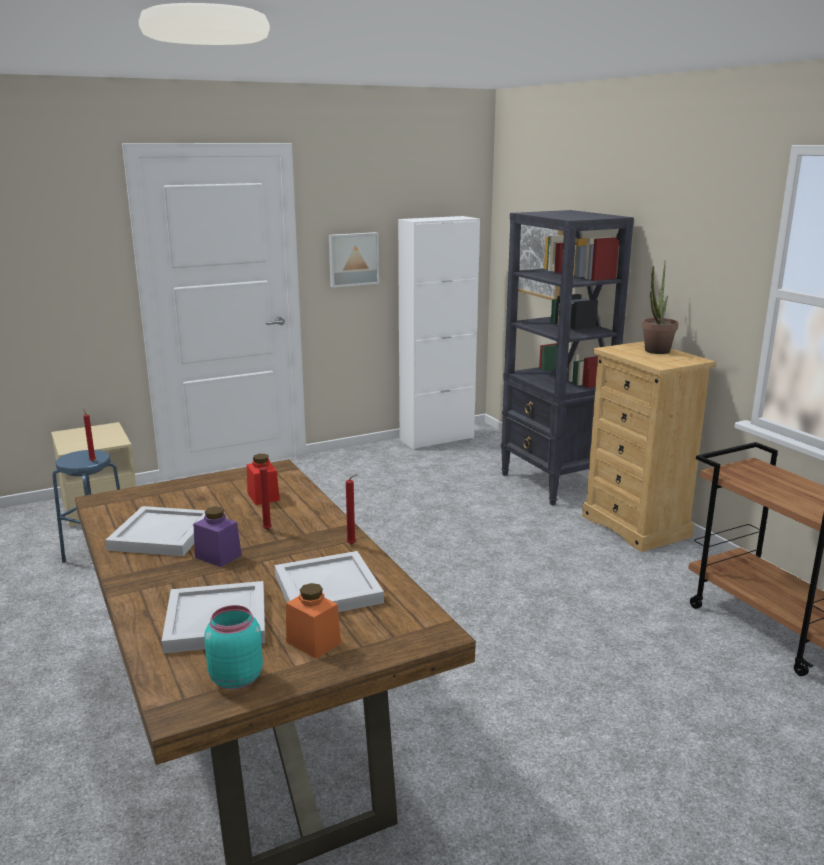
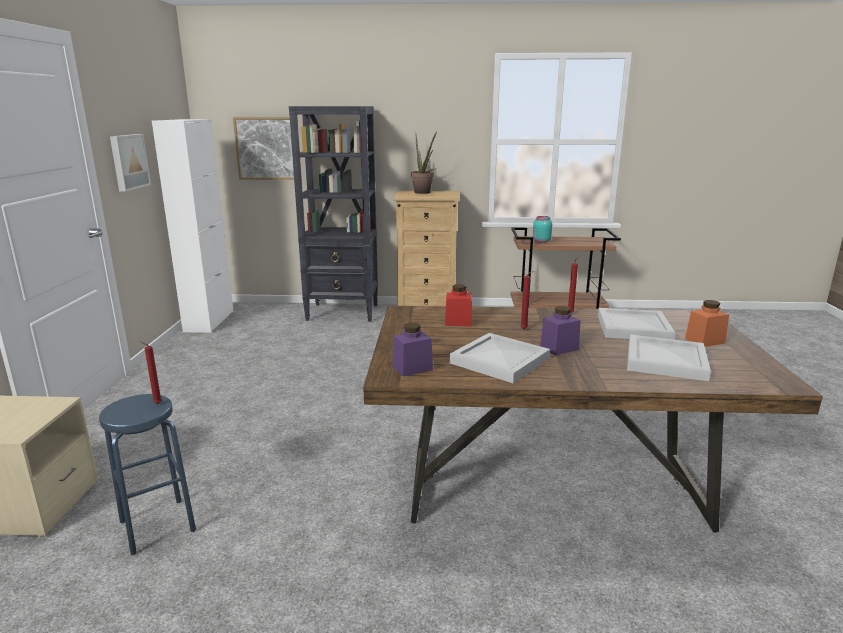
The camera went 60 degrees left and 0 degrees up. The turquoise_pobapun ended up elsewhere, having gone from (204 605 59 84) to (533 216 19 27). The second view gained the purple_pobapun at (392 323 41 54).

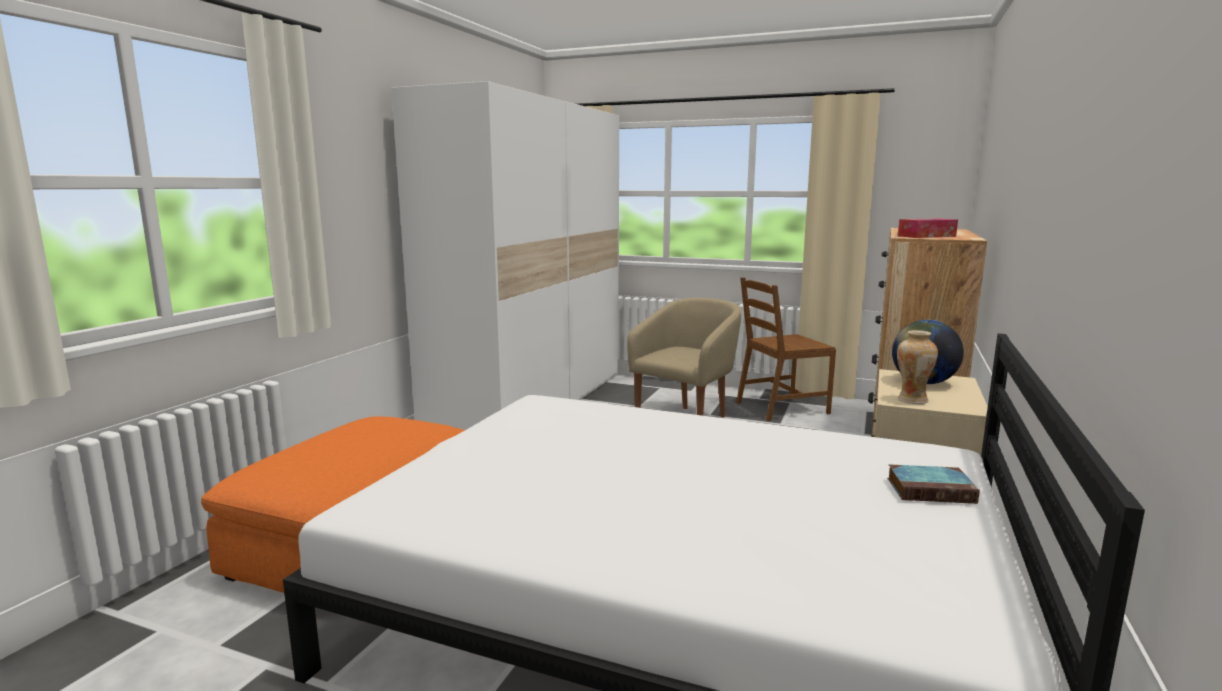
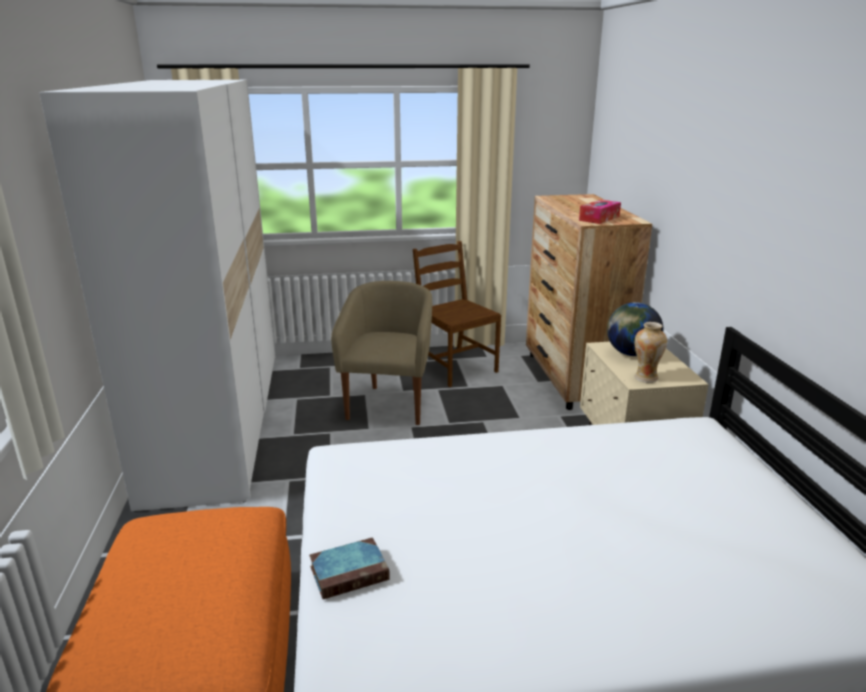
The camera went 30 degrees left and 10 degrees up. The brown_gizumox at (736 277 100 144) ended up facing another way, 105 degrees clockwise from before. The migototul ended up elsewhere, having gone from (887 464 93 40) to (309 537 81 62).

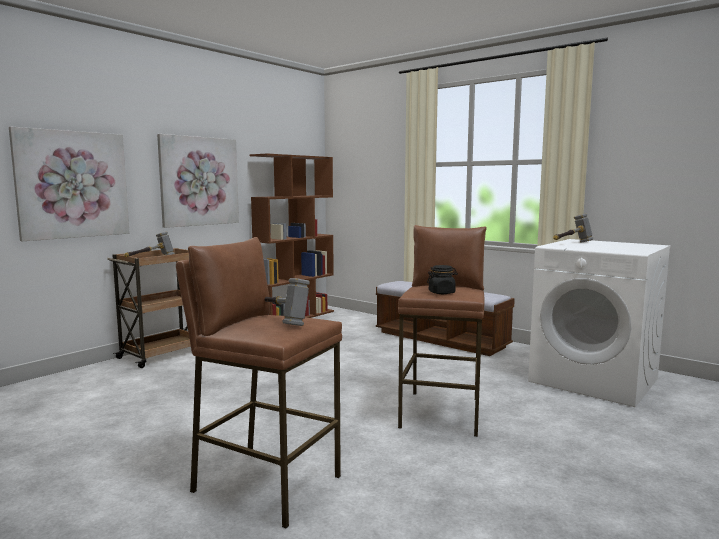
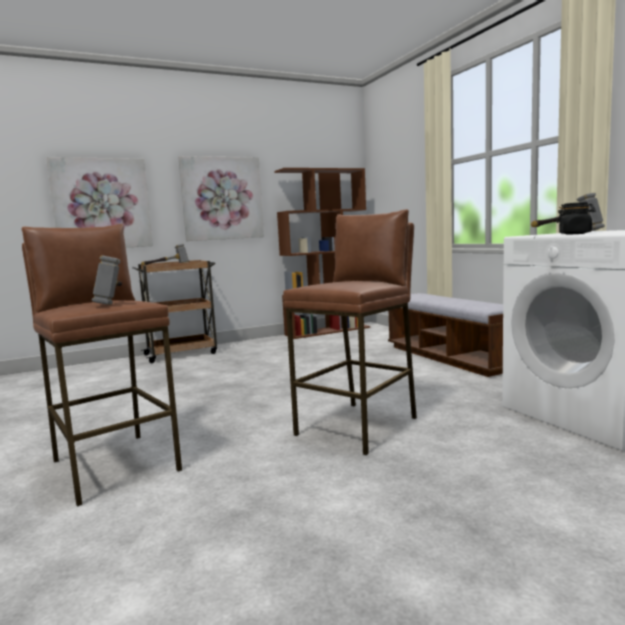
The camera went 25 degrees right and 0 degrees up. The black_pobapun ended up elsewhere, having gone from (427 265 31 29) to (557 202 39 33).

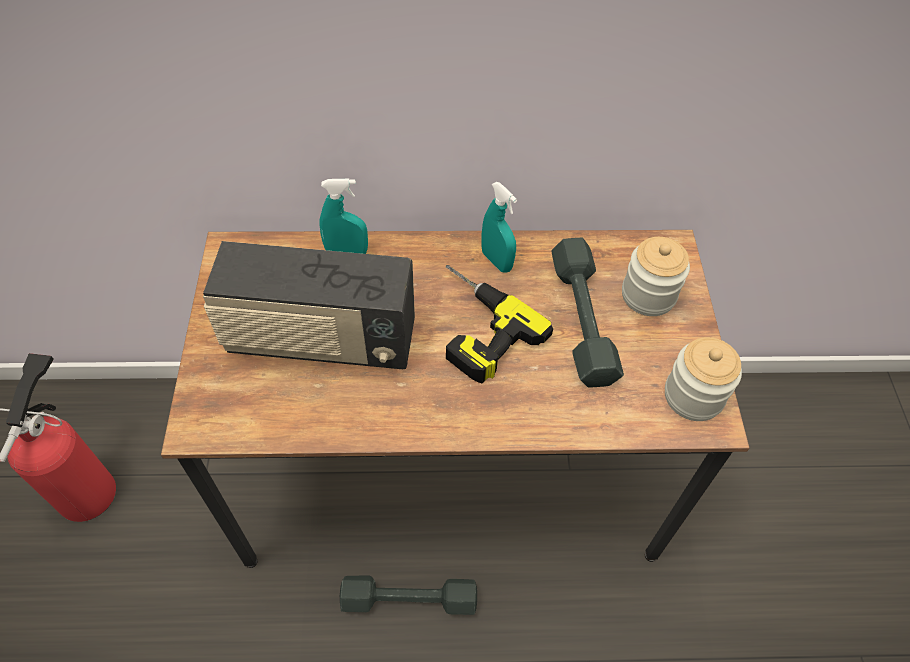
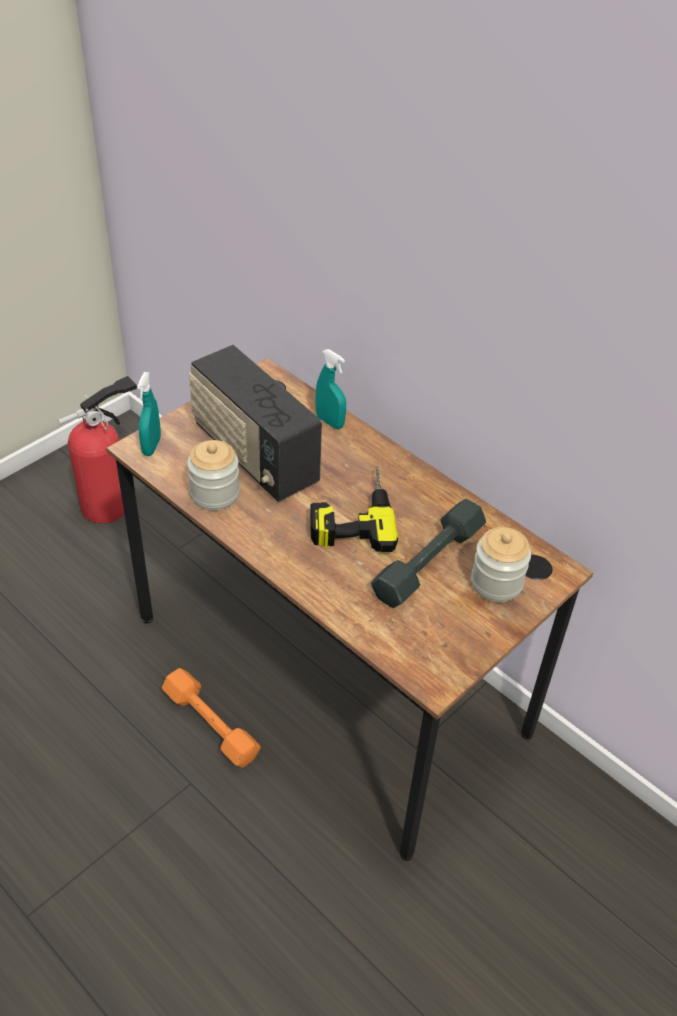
The camera went 45 degrees right and 10 degrees down. What was the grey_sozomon at (340 575 137 40) turned into the orange_sozomon at (162 668 99 100). The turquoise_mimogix ended up elsewhere, having gone from (481 182 36 91) to (137 372 24 84). The pobapun ended up elsewhere, having gone from (665 337 77 84) to (187 440 53 71).

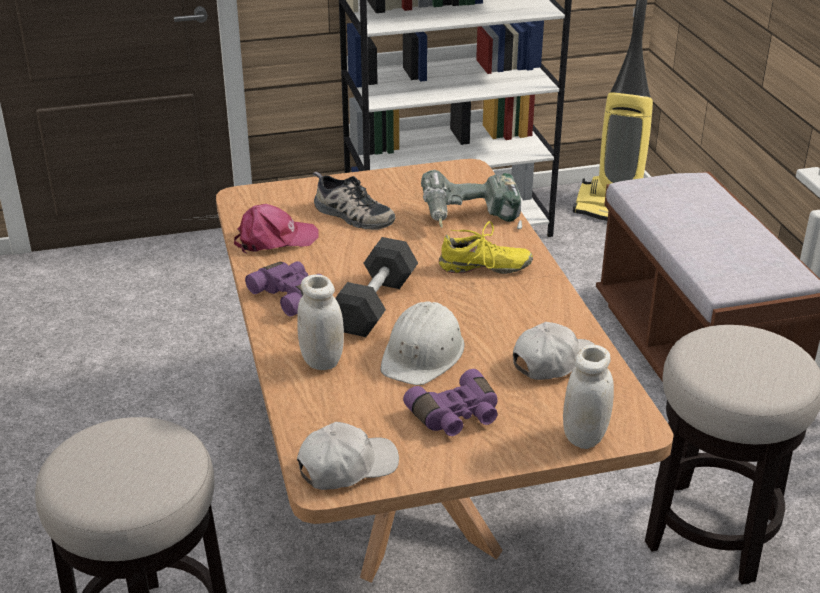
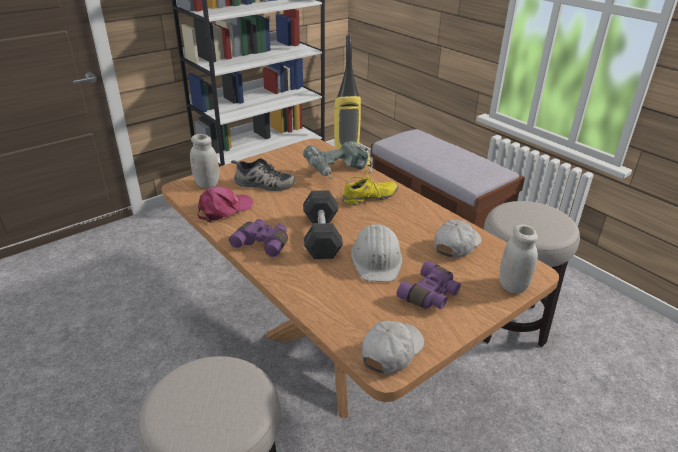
The camera went 25 degrees left and 0 degrees up. The white_pobapun ended up elsewhere, having gone from (297 274 47 96) to (190 134 29 54).

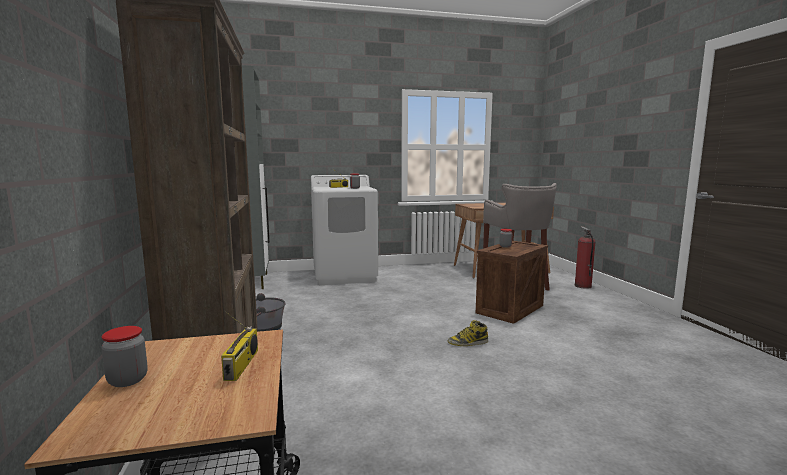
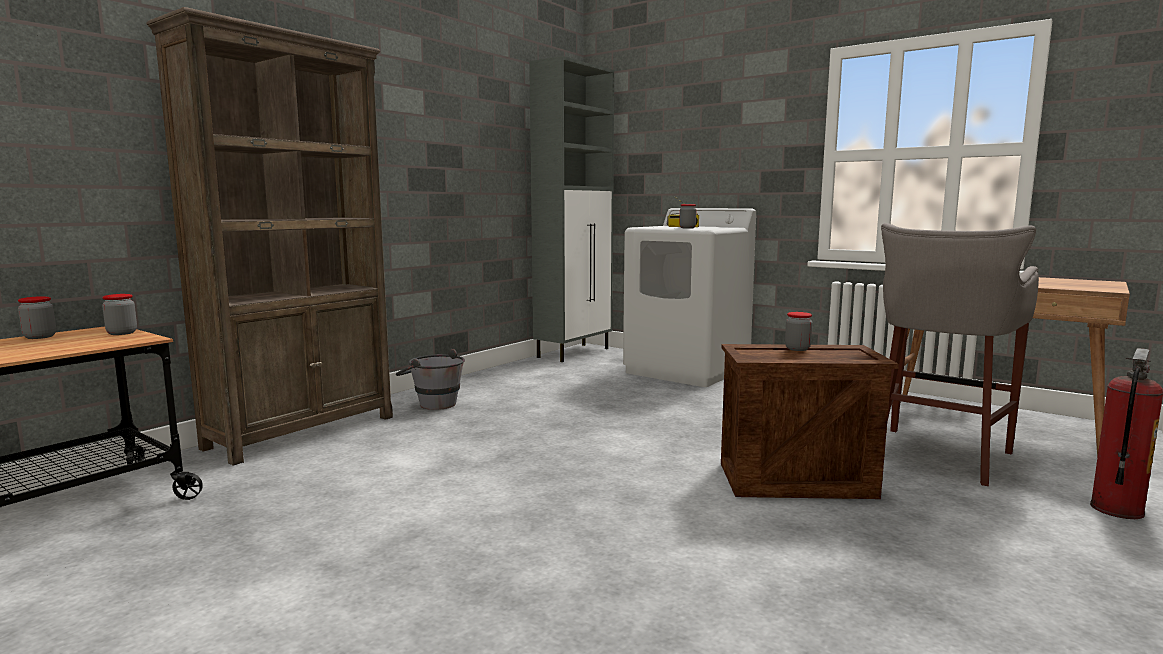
The camera went 50 degrees right and 0 degrees up. The second view lost the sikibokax at (221 311 37 70). The second view lost the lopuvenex at (448 320 40 26). The second view gained the pobapun at (102 294 35 41).

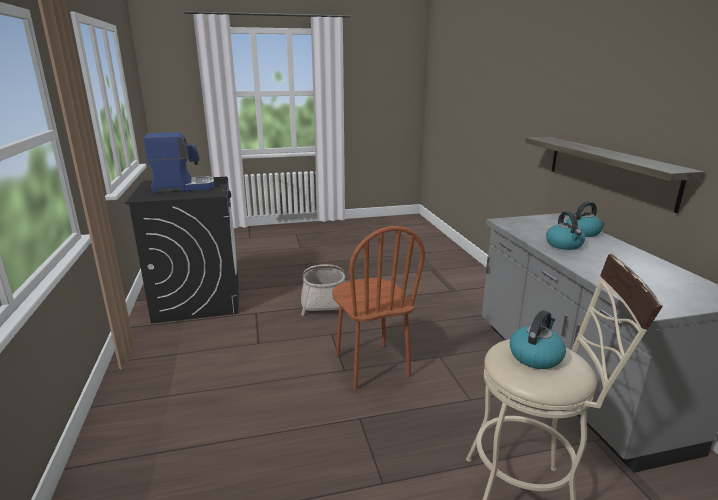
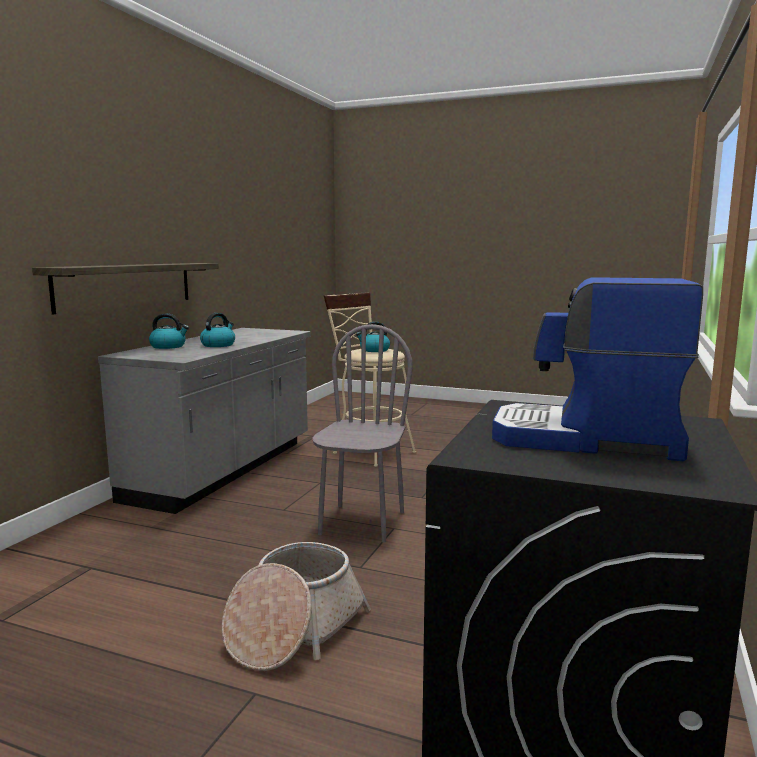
The camera went 145 degrees left and 10 degrees down. What was the brown_gizumox at (332 226 93 164) turned into the grey_gizumox at (312 324 101 219).

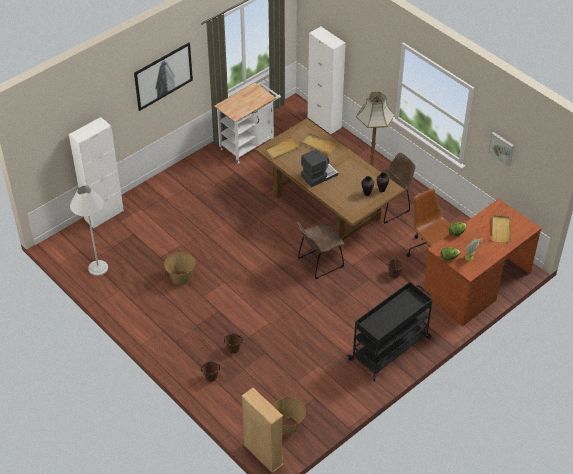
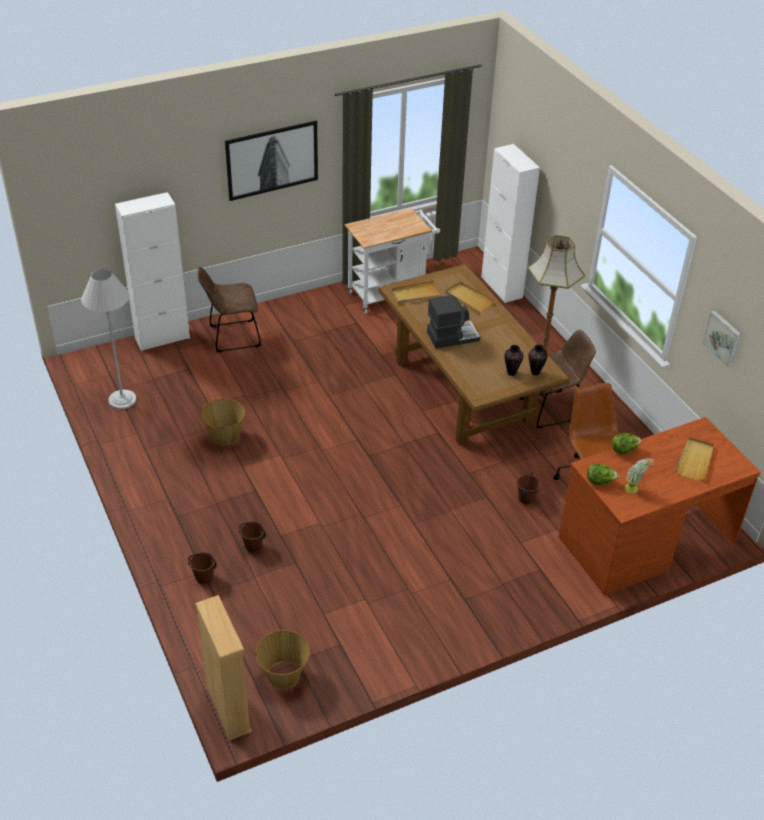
The camera went 15 degrees right and 5 degrees down. The brown_gizumox ended up elsewhere, having gone from (297 222 47 57) to (198 267 63 85). The second view lost the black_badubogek at (348 282 85 99).

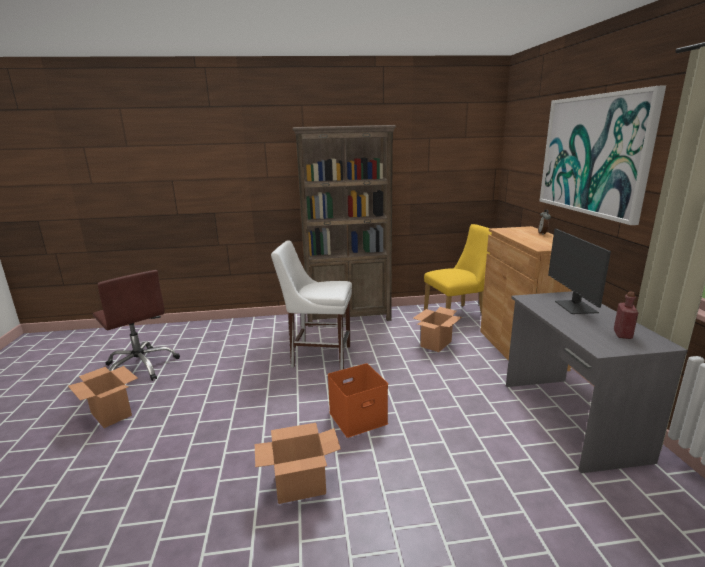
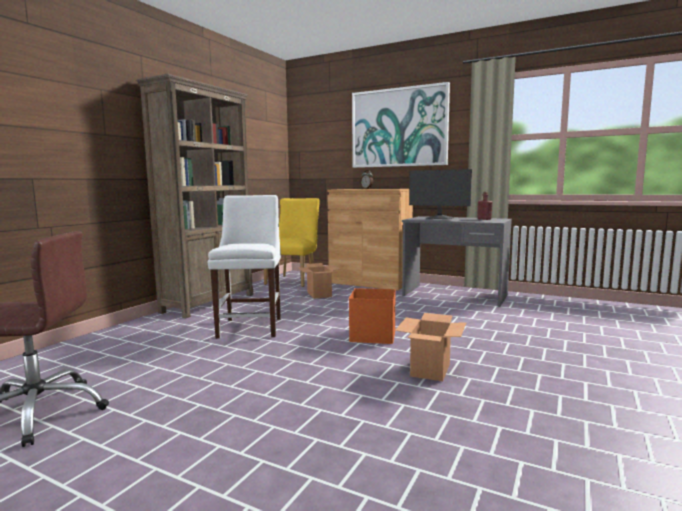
The camera went 55 degrees left and 10 degrees down. The second view lost the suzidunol at (68 366 70 62). The white_gizumox at (271 240 81 130) ended up facing another way, 135 degrees clockwise from before.

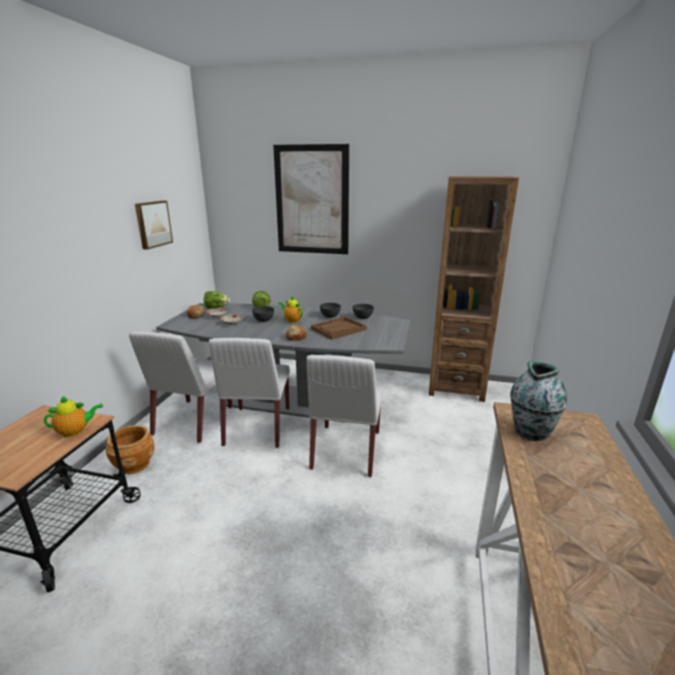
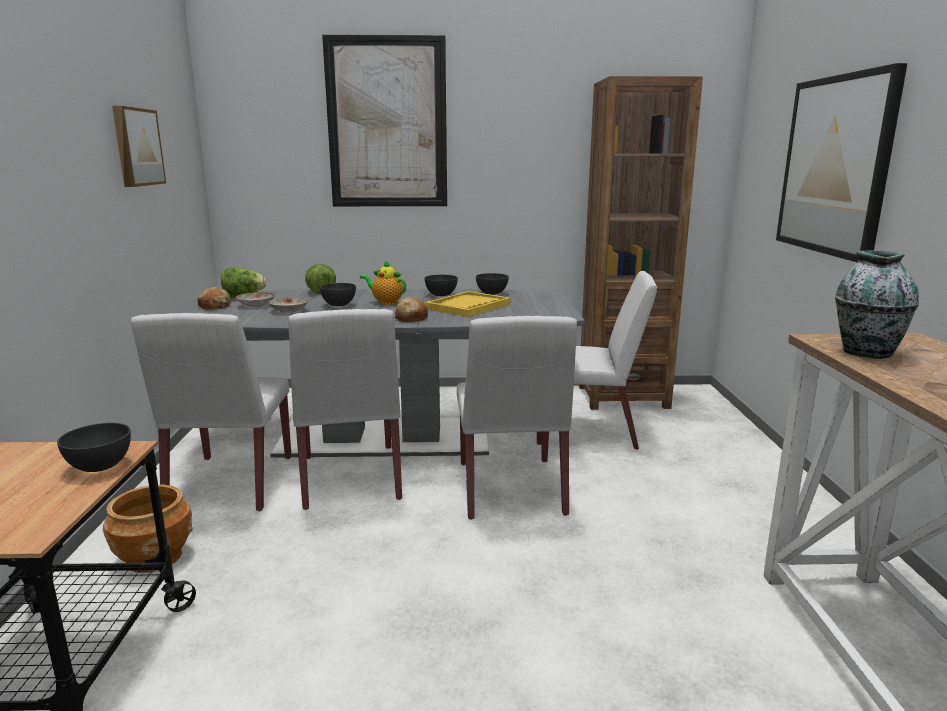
The camera went 15 degrees left and 5 degrees down. Where the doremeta stood at (44 396 59 41), the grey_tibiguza came to stand at (57 423 74 49). What was the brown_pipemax at (311 317 56 23) turned into the yellow_pipemax at (425 291 86 26). The second view gained the white_gizumox at (537 271 120 179). The second view gained the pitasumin at (776 63 131 199).

